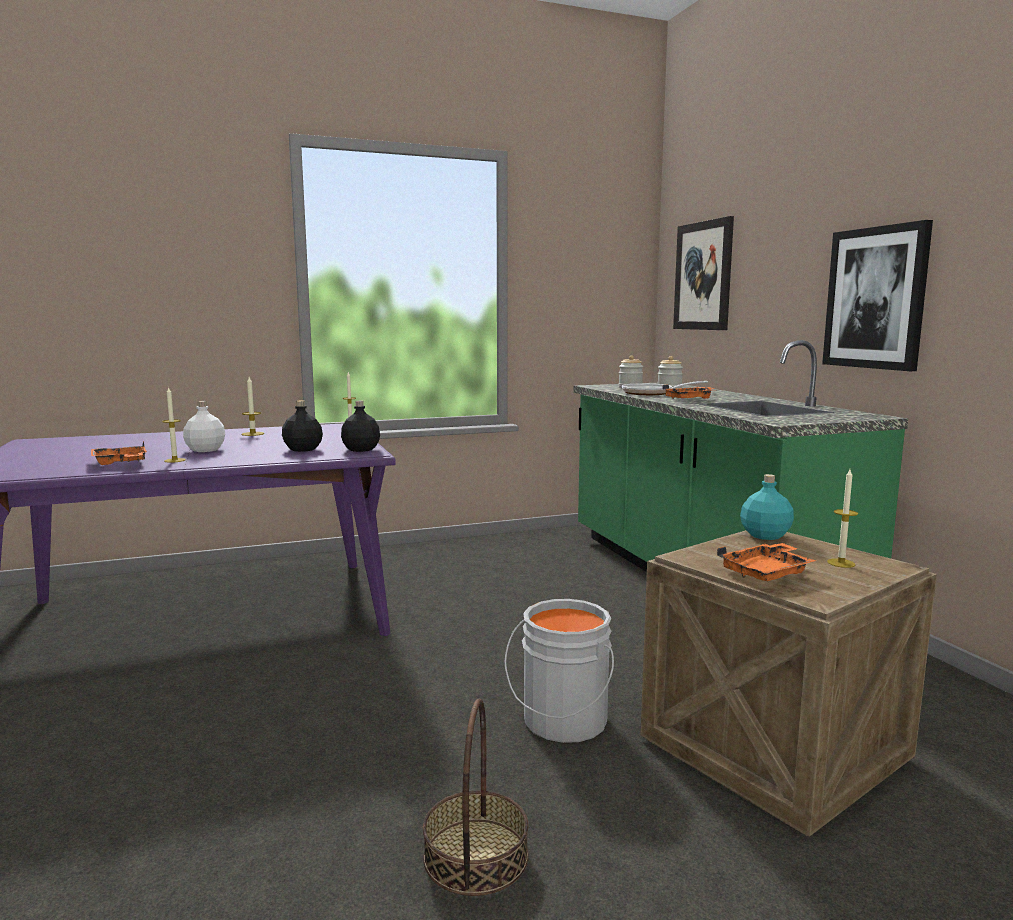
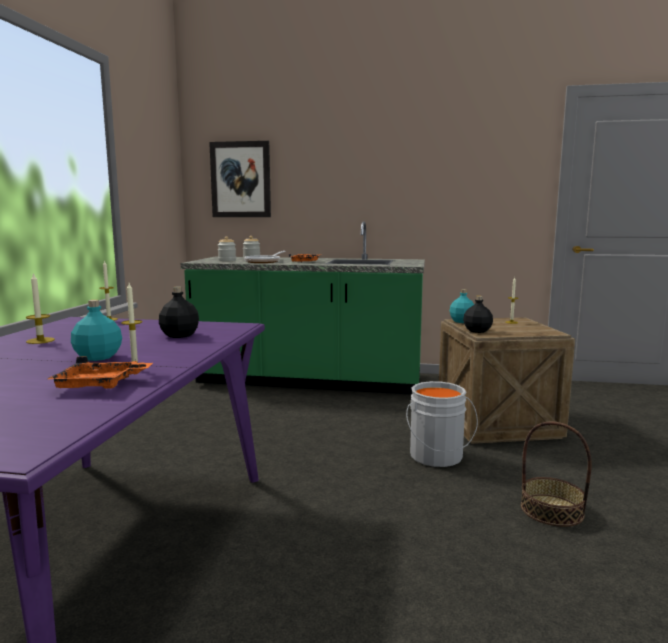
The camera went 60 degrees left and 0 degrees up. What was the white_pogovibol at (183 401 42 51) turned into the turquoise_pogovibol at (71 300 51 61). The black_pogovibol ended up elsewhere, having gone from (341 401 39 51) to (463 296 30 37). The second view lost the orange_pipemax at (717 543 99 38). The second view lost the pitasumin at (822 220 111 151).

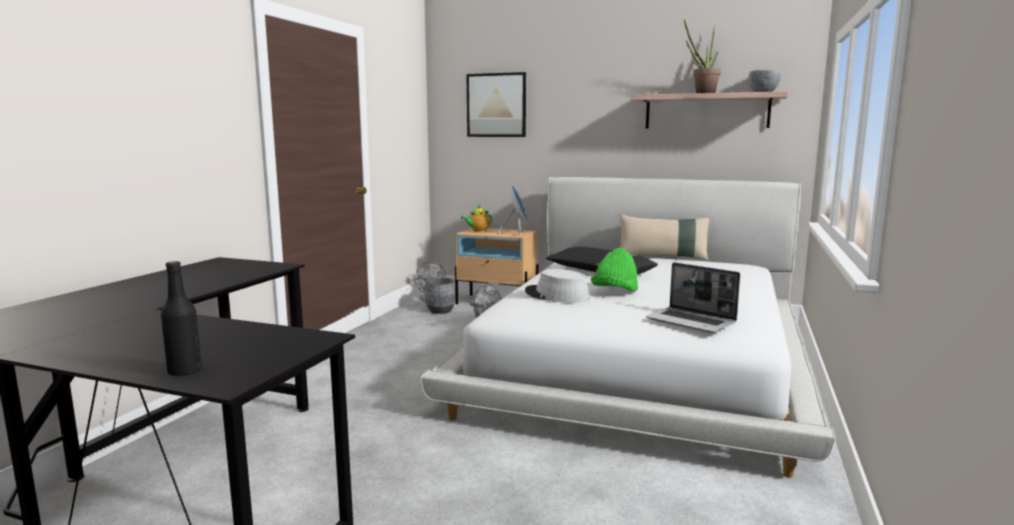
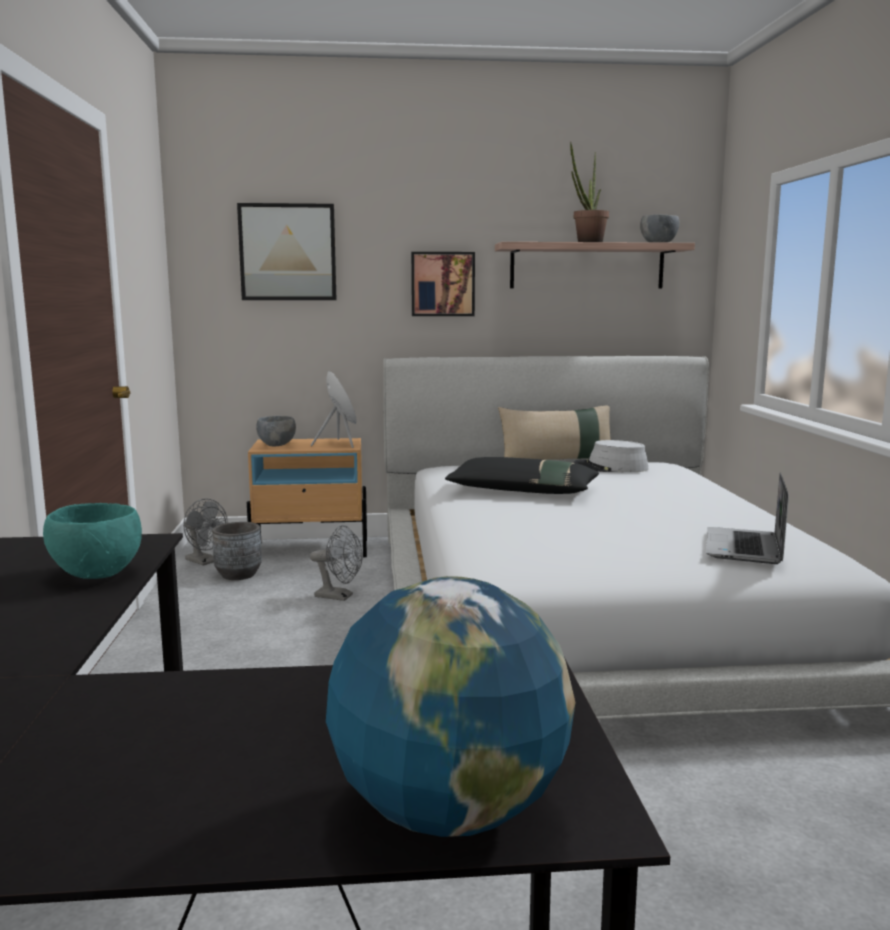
The camera went 25 degrees left and 0 degrees up. Where the black_pogovibol stood at (161 261 41 116), the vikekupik came to stand at (326 576 249 261). Where the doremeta stood at (461 204 31 28), the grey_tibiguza came to stand at (256 416 40 30). The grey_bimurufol ended up elsewhere, having gone from (525 269 65 34) to (574 440 74 32). The second view lost the green_bimurufol at (591 248 47 43). The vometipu at (646 262 94 71) ended up facing another way, 90 degrees clockwise from before. The second view gained the turquoise_tibiguza at (43 503 99 76). The second view gained the pitasumin at (411 252 64 64).

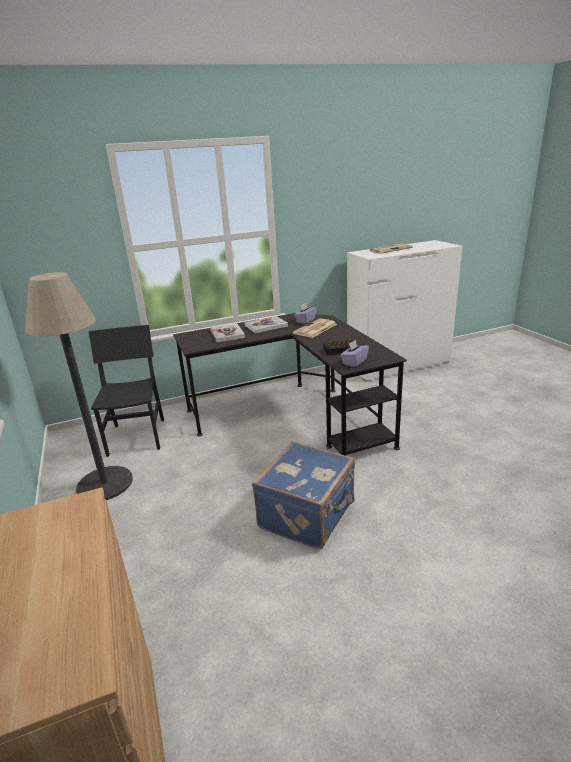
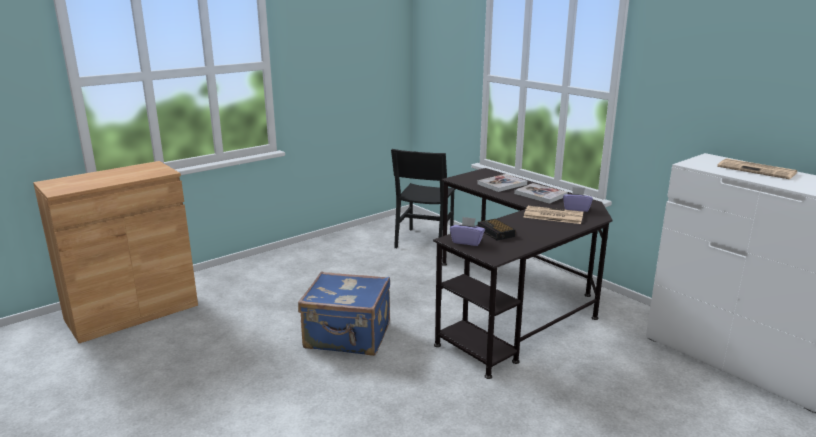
The camera went 70 degrees right and 5 degrees down. The second view lost the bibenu at (25 272 108 228). The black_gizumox at (88 325 76 132) ended up facing another way, 135 degrees clockwise from before.

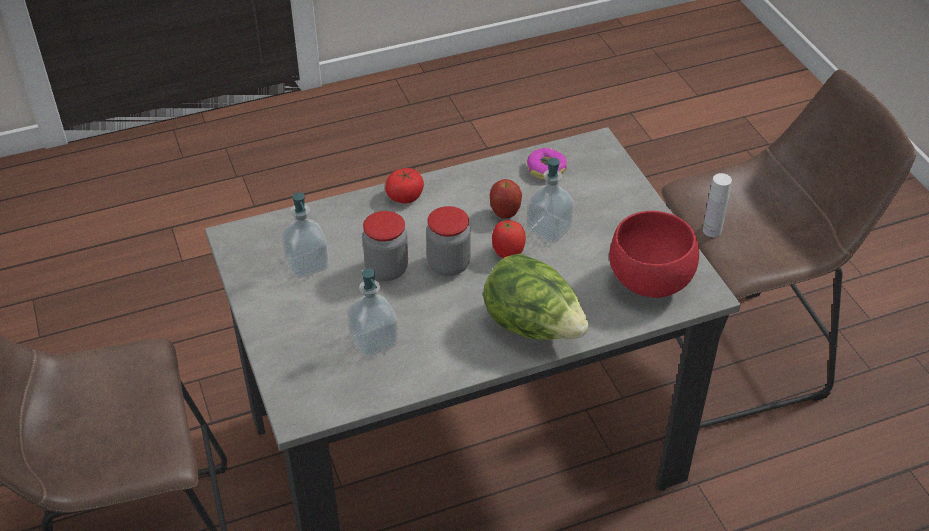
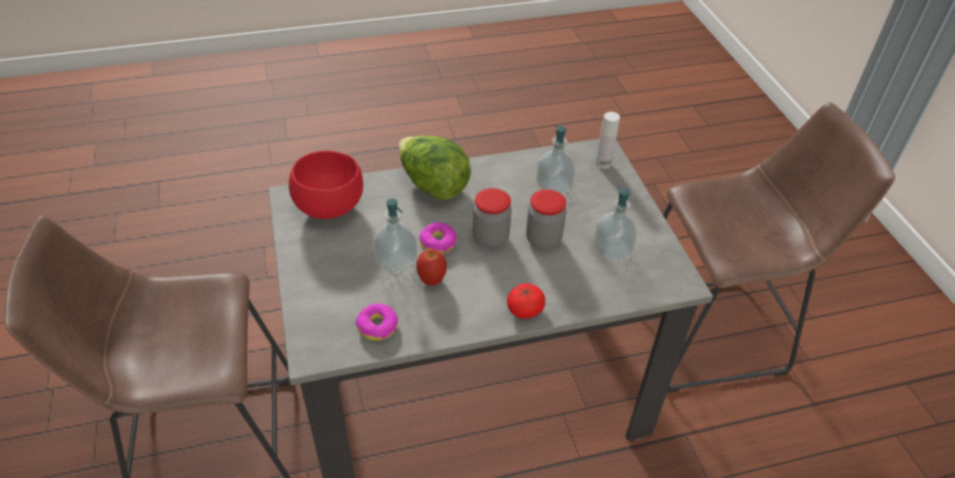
The camera went 175 degrees left and 0 degrees up. Where the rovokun stood at (492 220 34 38), the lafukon came to stand at (419 222 38 32). The white_pogovibol ended up elsewhere, having gone from (703 173 29 64) to (596 112 24 57).

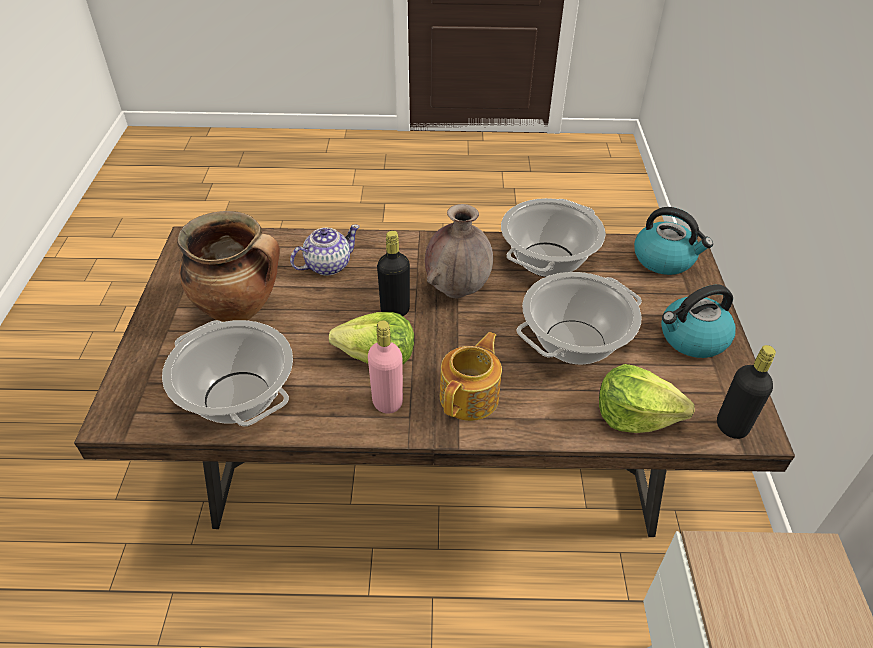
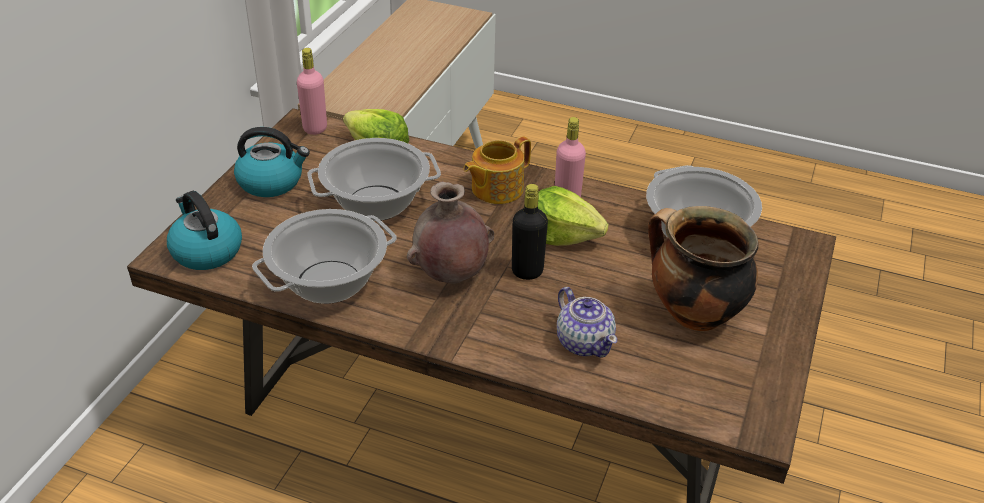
The camera went 160 degrees left and 5 degrees down. The doremeta at (290 225 70 51) ended up facing another way, 105 degrees counterclockwise from before. What was the black_pogovibol at (717 345 59 94) turned into the pink_pogovibol at (297 48 30 87).

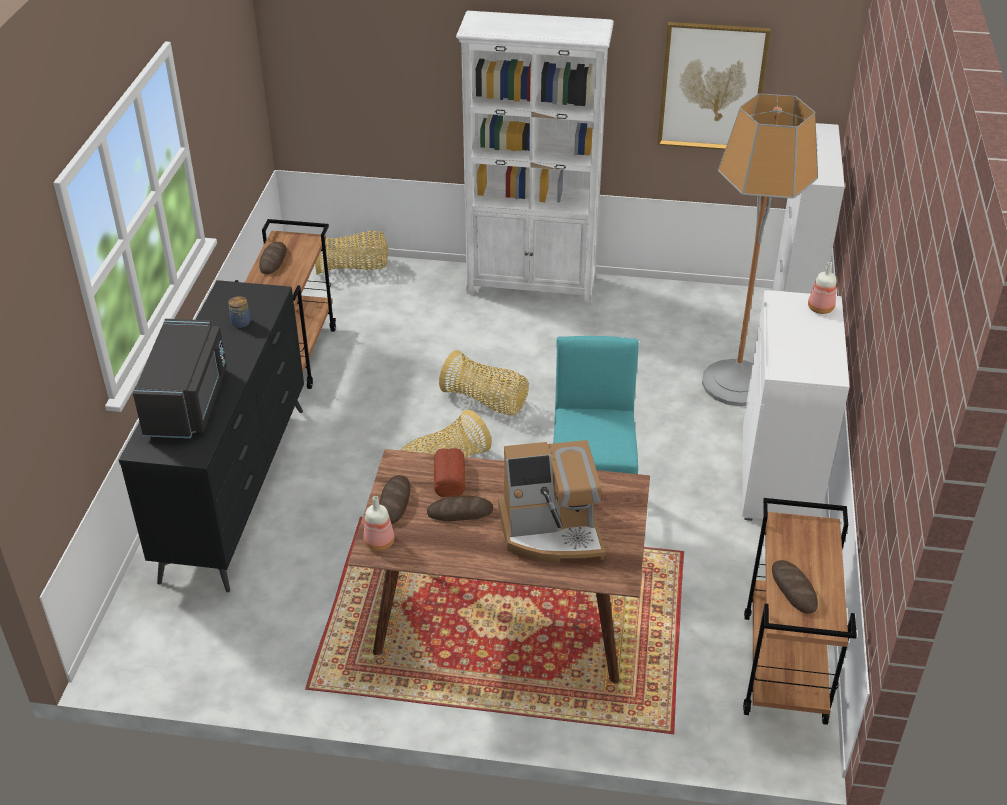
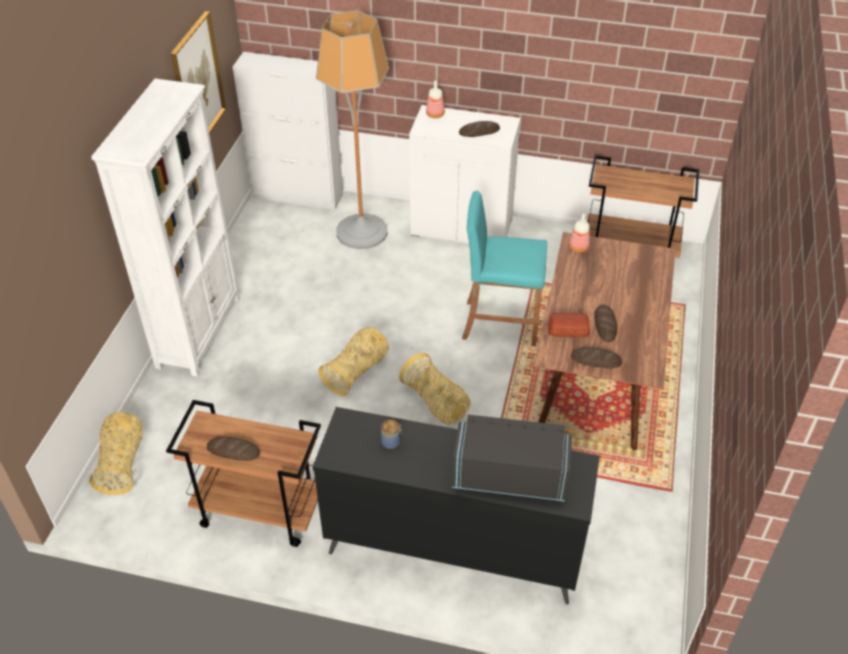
The camera went 85 degrees left and 5 degrees up. The pogovibol ended up elsewhere, having gone from (364 496 30 55) to (569 214 21 38). The second view lost the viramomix at (498 440 108 122). The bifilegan ended up elsewhere, having gone from (772 560 46 54) to (459 121 41 16).

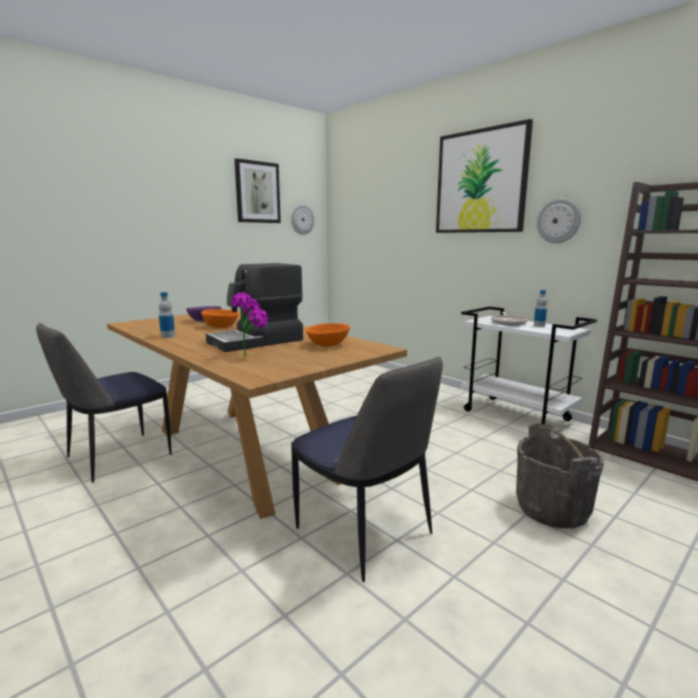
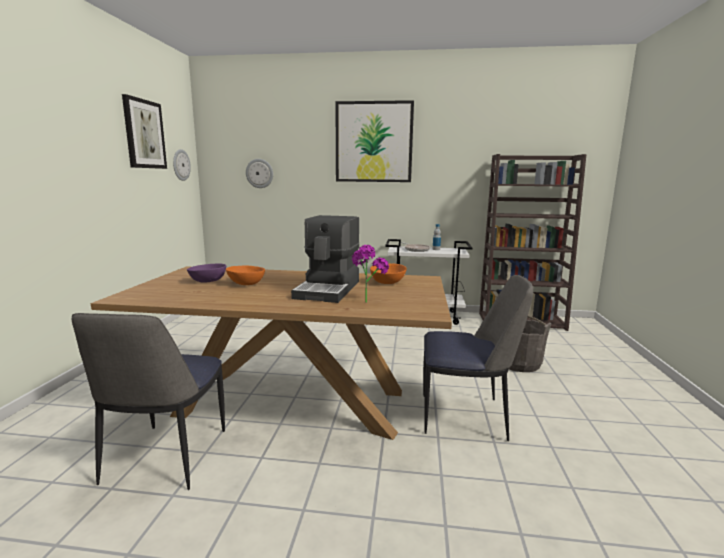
The camera went 40 degrees left and 0 degrees up. The second view lost the pogovibol at (159 292 16 46). The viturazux ended up elsewhere, having gone from (537 199 44 44) to (246 159 27 29).

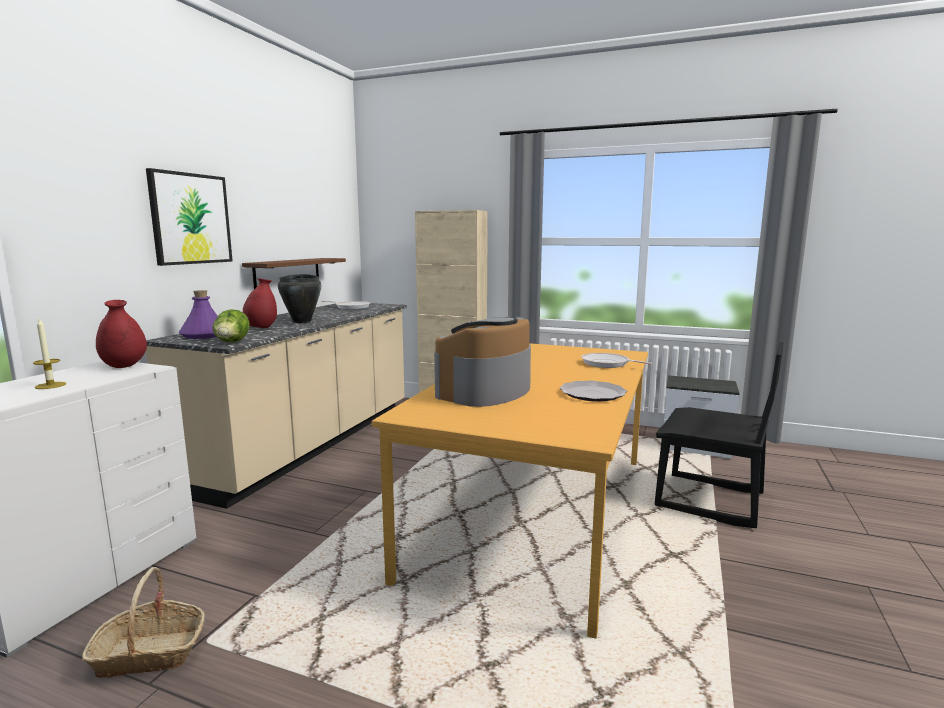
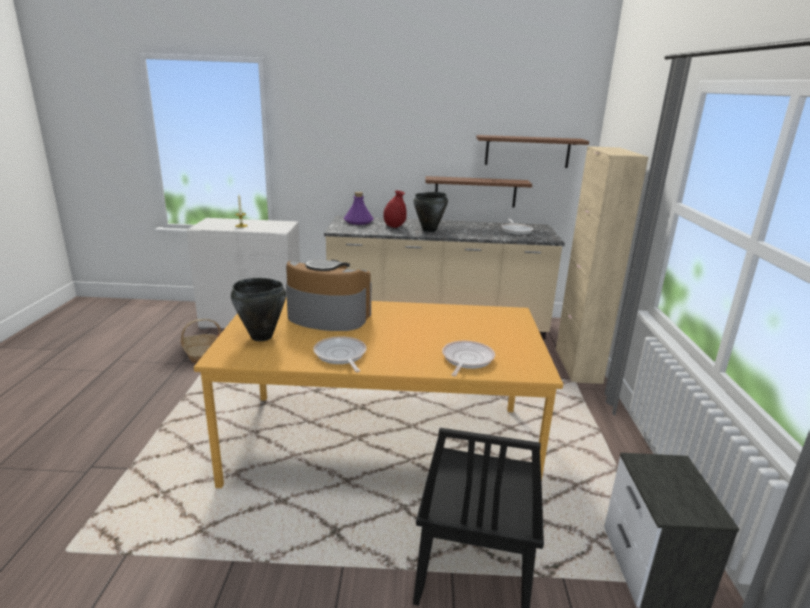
The camera went 70 degrees right and 10 degrees up. The second view lost the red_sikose at (96 300 51 68). The second view lost the pitasumin at (146 168 87 98). The second view lost the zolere at (212 309 38 33). Where the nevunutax stood at (559 381 68 20), the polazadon came to stand at (313 336 54 36). The second view gained the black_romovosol at (231 278 55 63). The second view gained the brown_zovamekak at (476 135 113 33).

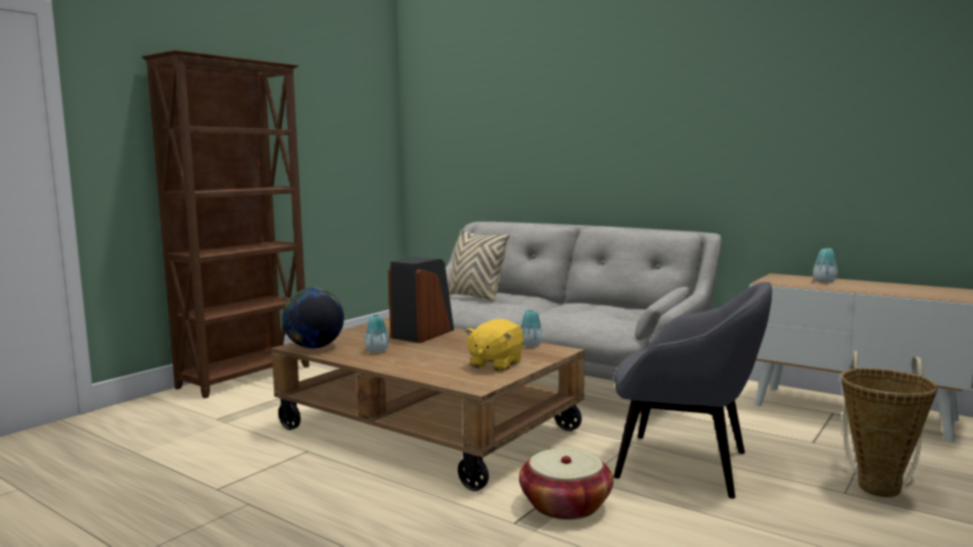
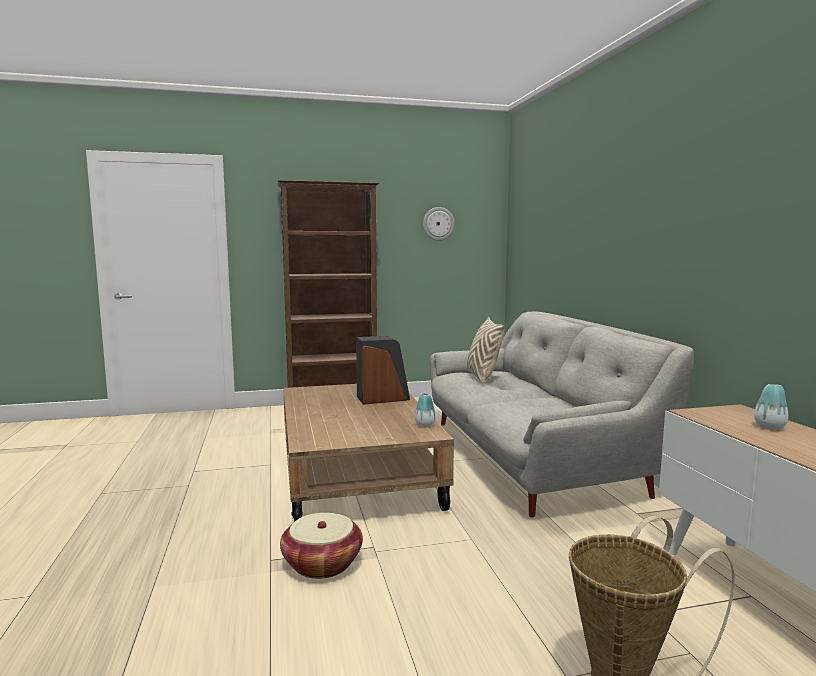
The camera went 40 degrees right and 0 degrees up. The second view lost the vikekupik at (282 288 62 61). The second view lost the sikose at (365 315 24 38). The second view lost the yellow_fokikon at (465 319 59 52). The second view lost the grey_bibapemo at (613 282 159 217). The second view gained the viturazux at (423 207 32 34).

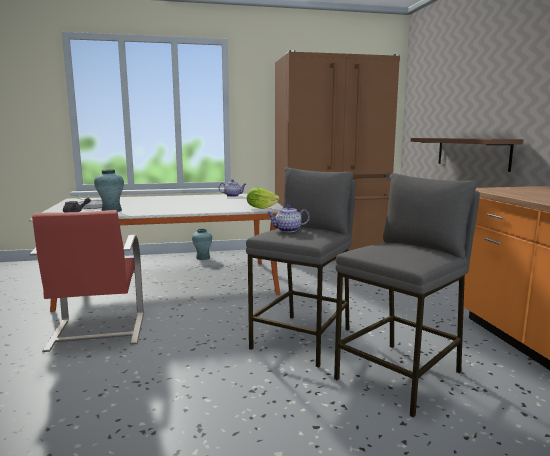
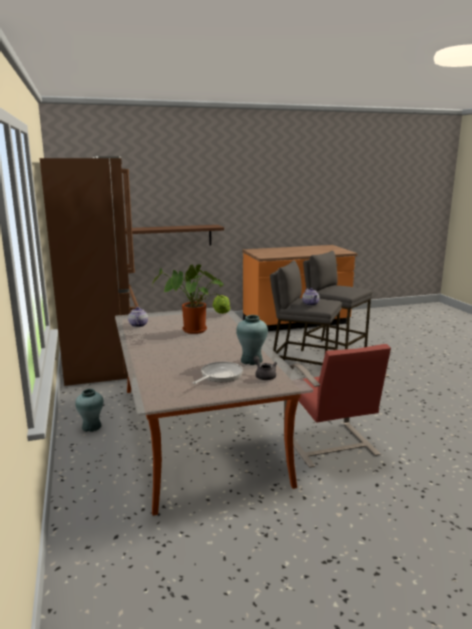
The camera went 95 degrees left and 5 degrees up. The red_gizumox at (30 210 114 142) ended up facing another way, 90 degrees clockwise from before. The second view gained the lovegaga at (152 264 73 70).

